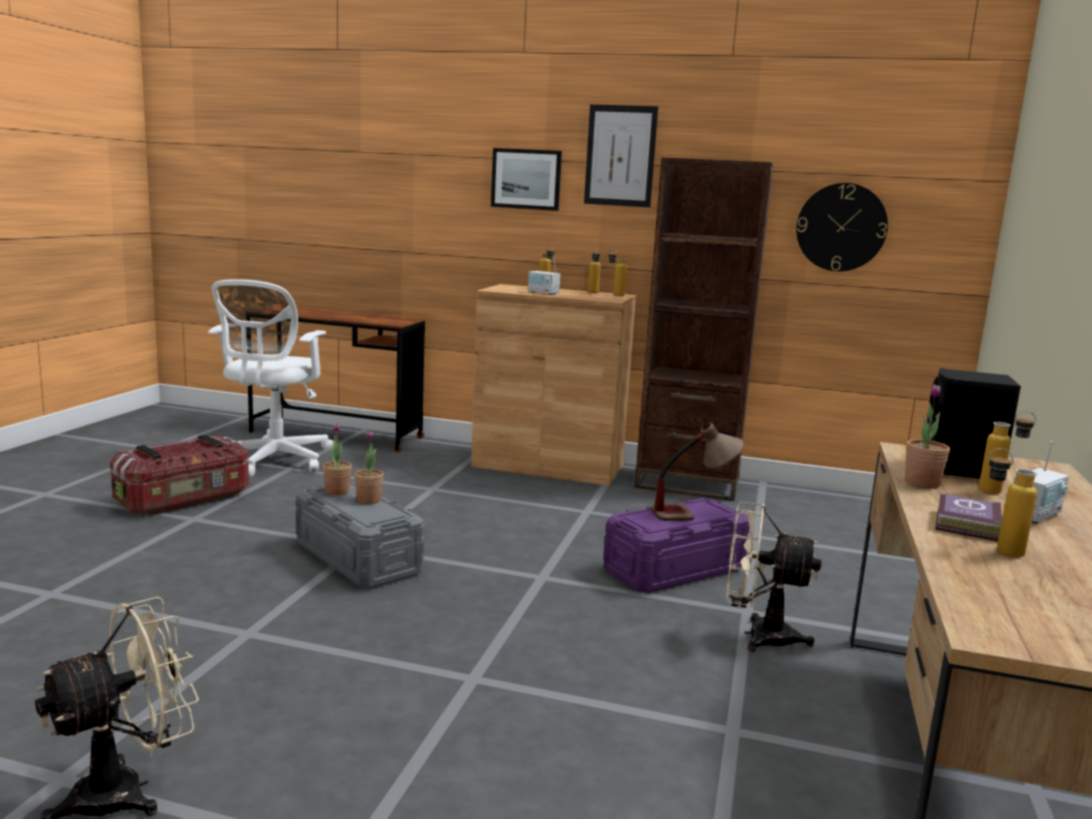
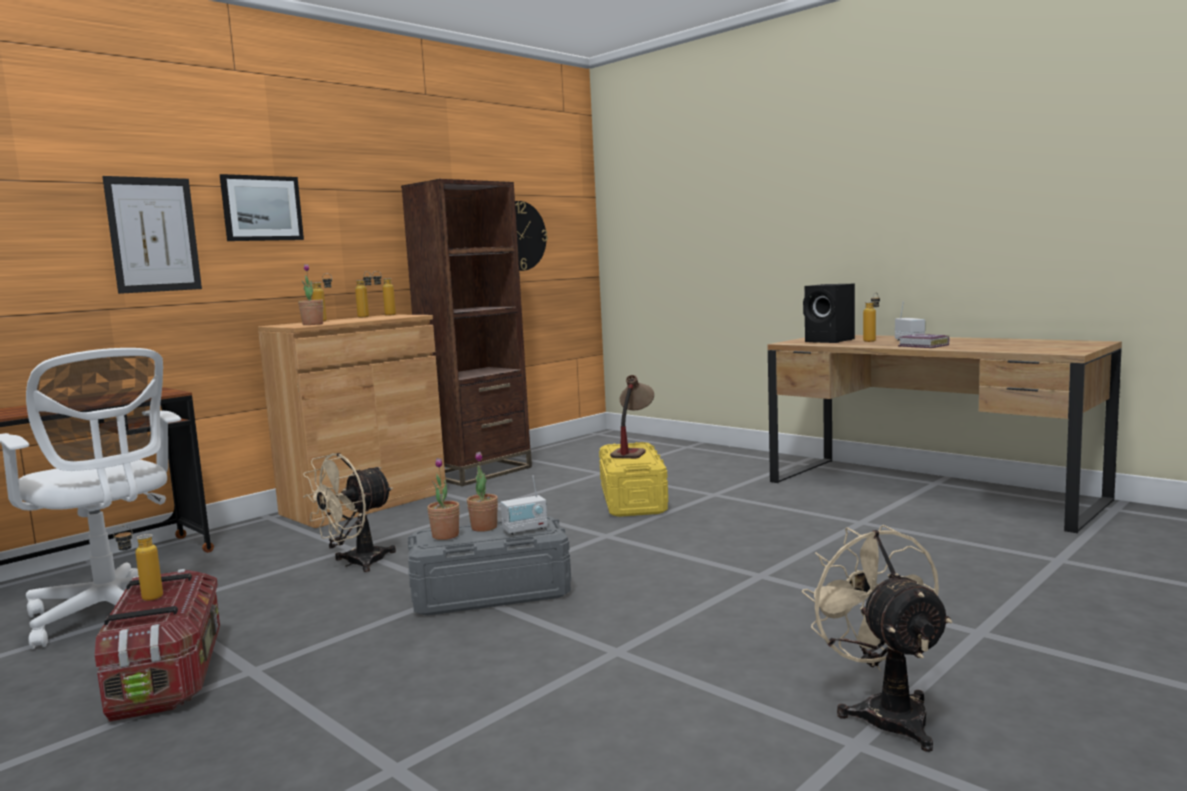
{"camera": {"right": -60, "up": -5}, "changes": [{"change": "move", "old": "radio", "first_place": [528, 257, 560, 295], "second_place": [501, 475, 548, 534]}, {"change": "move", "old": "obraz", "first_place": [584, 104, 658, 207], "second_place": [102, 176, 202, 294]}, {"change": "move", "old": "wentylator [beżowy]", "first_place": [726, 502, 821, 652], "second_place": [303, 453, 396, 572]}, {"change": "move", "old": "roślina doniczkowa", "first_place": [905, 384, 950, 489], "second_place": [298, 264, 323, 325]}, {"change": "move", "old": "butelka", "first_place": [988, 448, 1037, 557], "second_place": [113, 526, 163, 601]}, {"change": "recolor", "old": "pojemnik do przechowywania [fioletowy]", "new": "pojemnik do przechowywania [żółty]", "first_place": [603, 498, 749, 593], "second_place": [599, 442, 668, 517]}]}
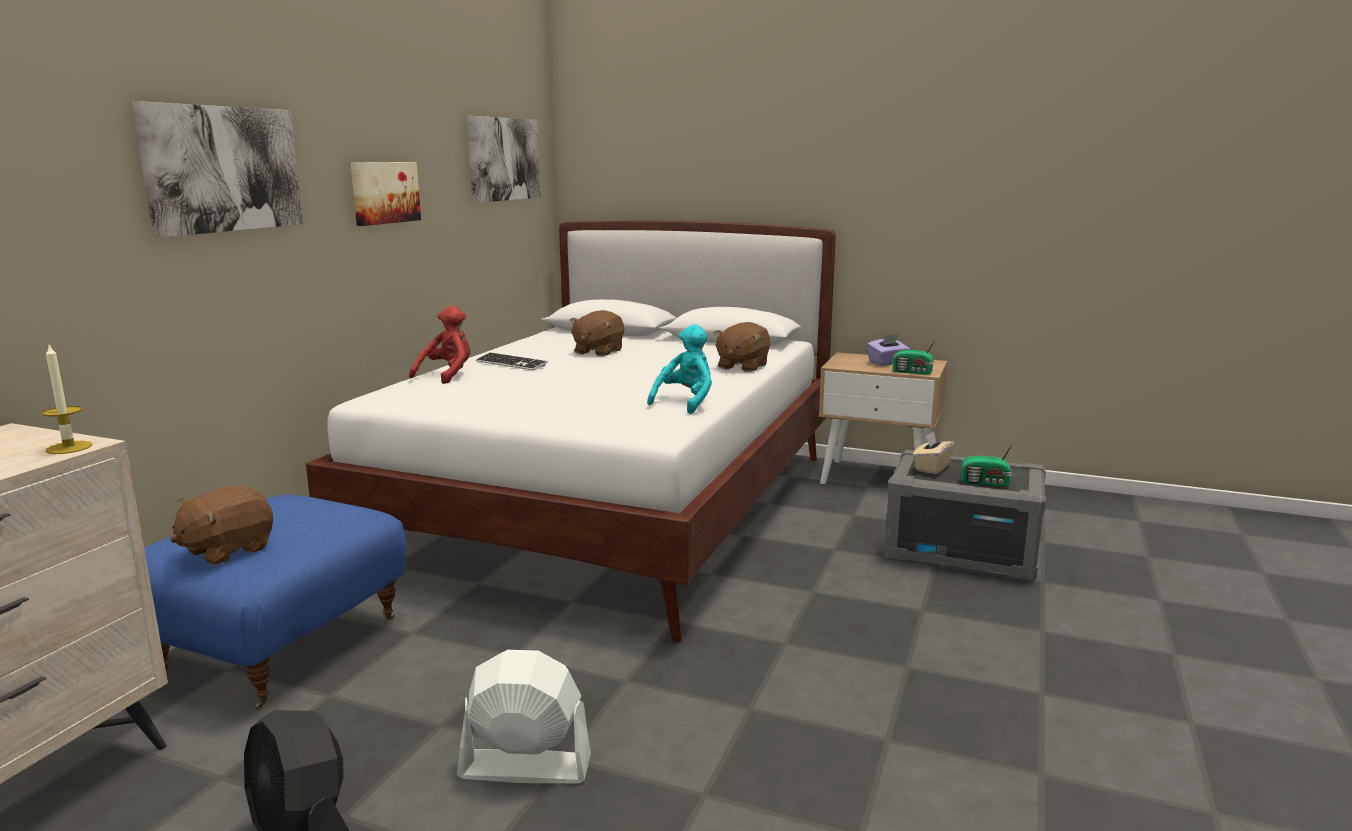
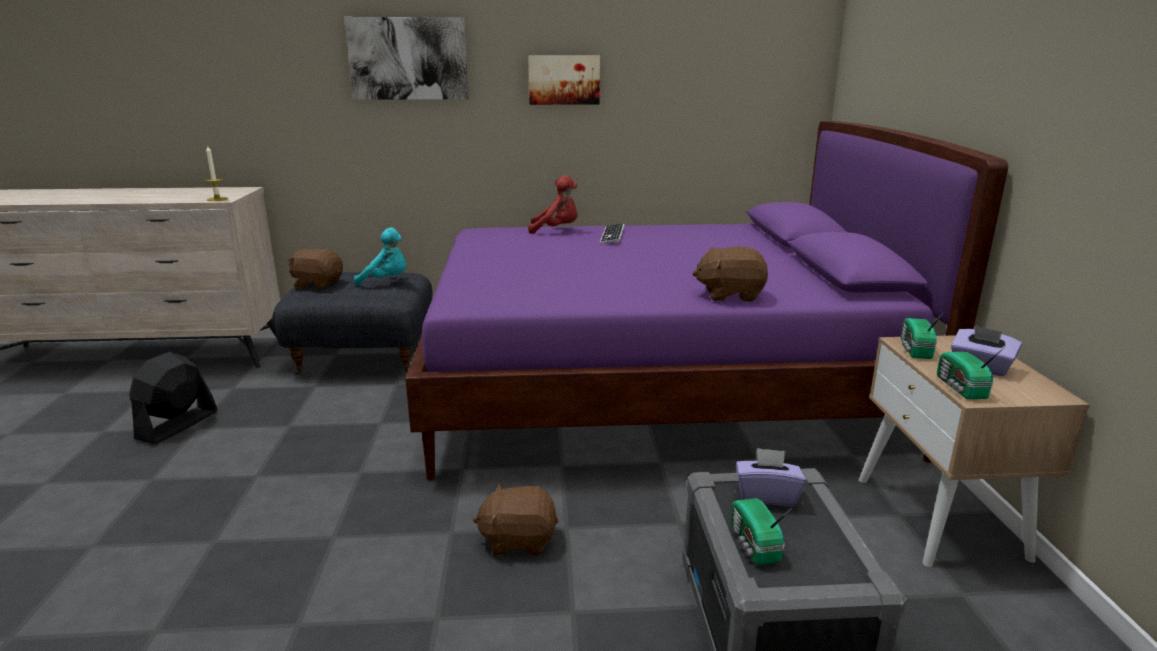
{"camera": {"right": 65, "up": 5}, "changes": [{"change": "delete", "old": "wentylator [biały]", "first_place": [457, 650, 591, 783]}, {"change": "delete", "old": "obraz", "first_place": [467, 116, 540, 203]}, {"change": "insert", "new": "radio", "second_place": [901, 312, 944, 359]}, {"change": "move", "old": "pluszak [brązowy]", "first_place": [570, 310, 624, 356], "second_place": [473, 483, 558, 556]}, {"change": "move", "old": "pluszak [turkusowy]", "first_place": [647, 324, 712, 414], "second_place": [354, 227, 406, 286]}, {"change": "recolor", "old": "pufa [niebieski]", "new": "pufa [szary]", "first_place": [144, 495, 406, 710], "second_place": [272, 272, 432, 375]}, {"change": "recolor", "old": "łóżko [biały]", "new": "łóżko [fioletowy]", "first_place": [306, 220, 836, 643], "second_place": [405, 121, 1008, 480]}, {"change": "recolor", "old": "pudełko chusteczek [beżowy]", "new": "pudełko chusteczek [fioletowy]", "first_place": [912, 431, 954, 474], "second_place": [736, 448, 806, 506]}]}
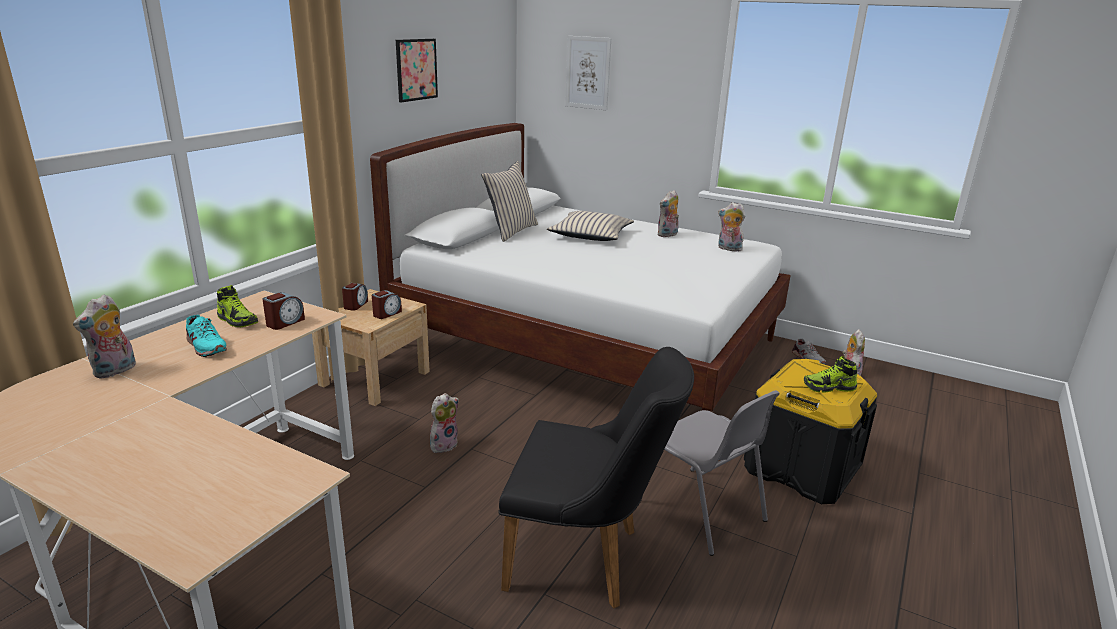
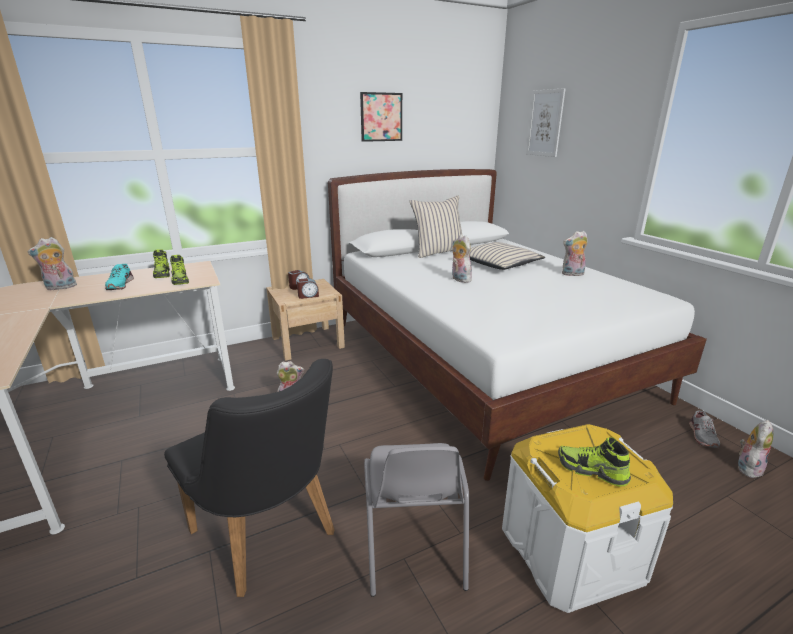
{"camera": {"right": 35, "up": 0}, "changes": [{"change": "move", "old": "pluszak", "first_place": [718, 202, 745, 252], "second_place": [452, 234, 472, 283]}, {"change": "replace", "old": "budzik", "new": "but", "first_place": [262, 292, 305, 330], "second_place": [170, 255, 189, 285]}, {"change": "recolor", "old": "pojemnik do przechowywania [czarny]", "new": "pojemnik do przechowywania [biały]", "first_place": [744, 359, 877, 504], "second_place": [502, 424, 673, 613]}]}
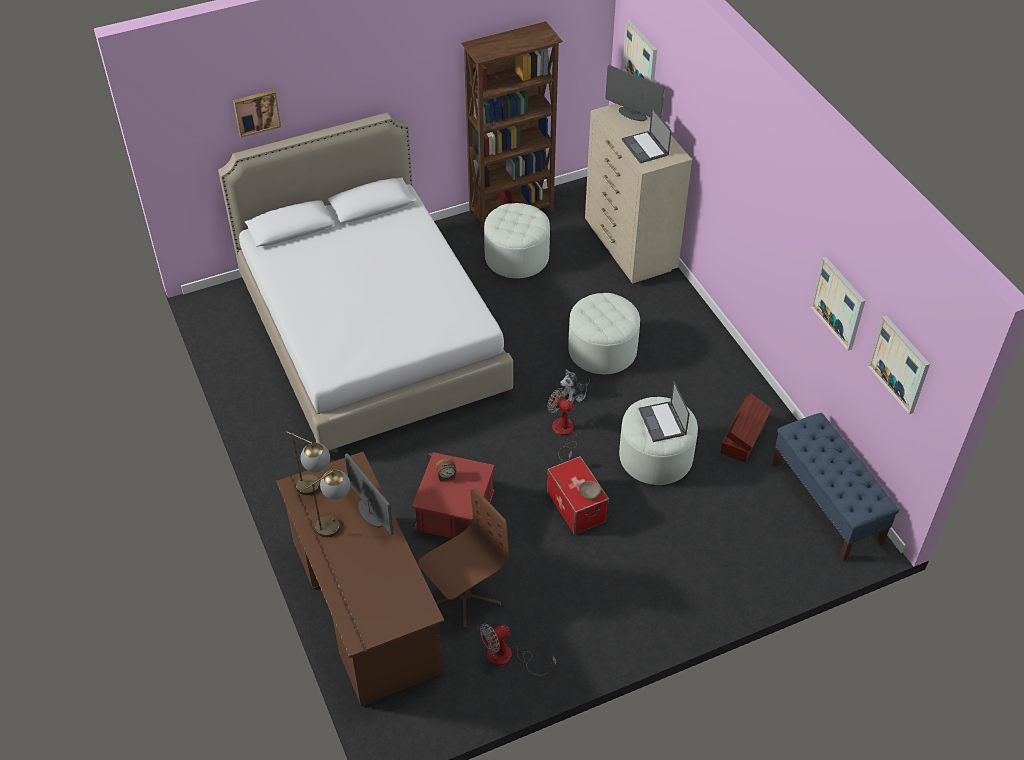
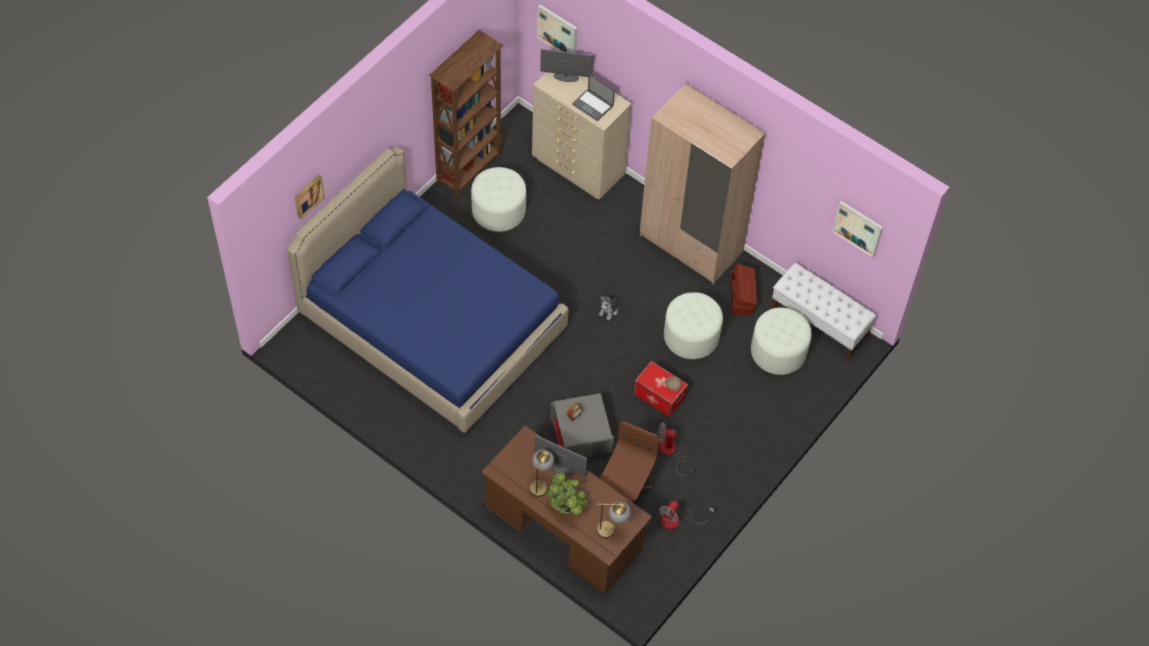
{"camera": {"right": -30, "up": 10}, "changes": [{"change": "delete", "old": "laptop", "first_place": [639, 381, 690, 442]}, {"change": "delete", "old": "obraz", "first_place": [810, 257, 865, 351]}, {"change": "insert", "new": "roślina doniczkowa", "second_place": [547, 472, 588, 515]}, {"change": "insert", "new": "szafa [beżowy]", "second_place": [640, 83, 765, 285]}, {"change": "move", "old": "lampa stołowa", "first_place": [286, 431, 330, 495], "second_place": [597, 501, 631, 538]}, {"change": "move", "old": "wentylator", "first_place": [547, 388, 577, 462], "second_place": [658, 422, 692, 477]}, {"change": "move", "old": "pufa [biały]", "first_place": [568, 293, 640, 374], "second_place": [751, 308, 812, 375]}, {"change": "recolor", "old": "łóżko [biały]", "new": "łóżko [niebieski]", "first_place": [218, 112, 513, 457], "second_place": [287, 147, 568, 435]}, {"change": "recolor", "old": "pojemnik do przechowywania [czerwony]", "new": "pojemnik do przechowywania [szary]", "first_place": [412, 452, 494, 538], "second_place": [550, 393, 614, 457]}, {"change": "recolor", "old": "ławka [niebieski]", "new": "ławka [biały]", "first_place": [772, 413, 899, 561], "second_place": [771, 263, 877, 361]}]}
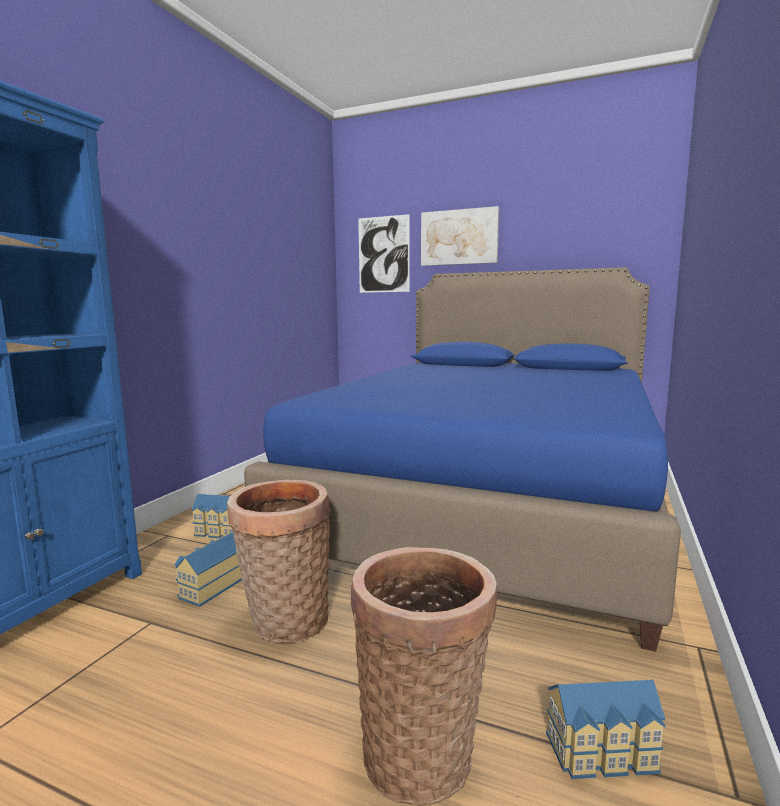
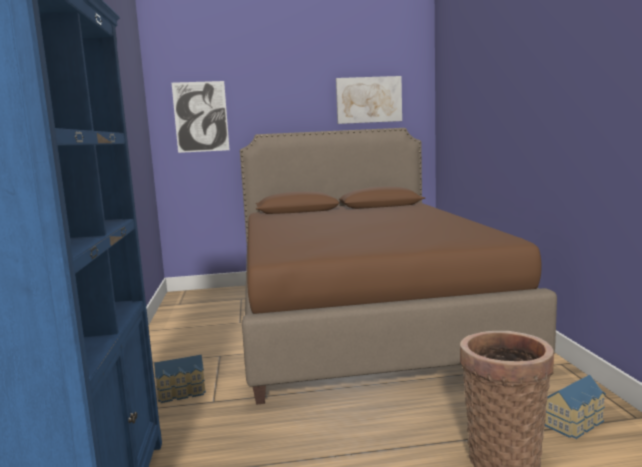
{"camera": {"right": -30, "up": 0}, "changes": [{"change": "delete", "old": "domek", "first_place": [174, 532, 242, 607]}, {"change": "delete", "old": "koszyk", "first_place": [227, 480, 330, 643]}, {"change": "move", "old": "obraz", "first_place": [421, 206, 499, 266], "second_place": [336, 76, 402, 124]}, {"change": "recolor", "old": "łóżko [niebieski]", "new": "łóżko [brązowy]", "first_place": [244, 267, 681, 652], "second_place": [240, 128, 557, 405]}]}
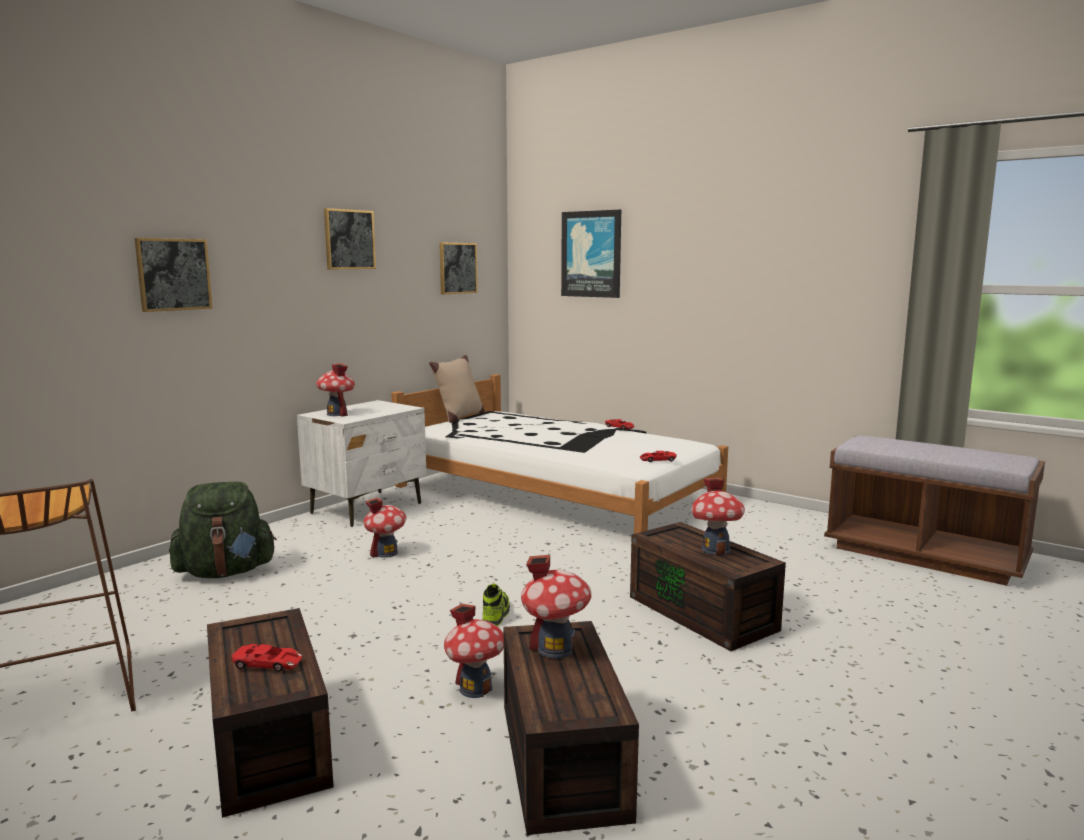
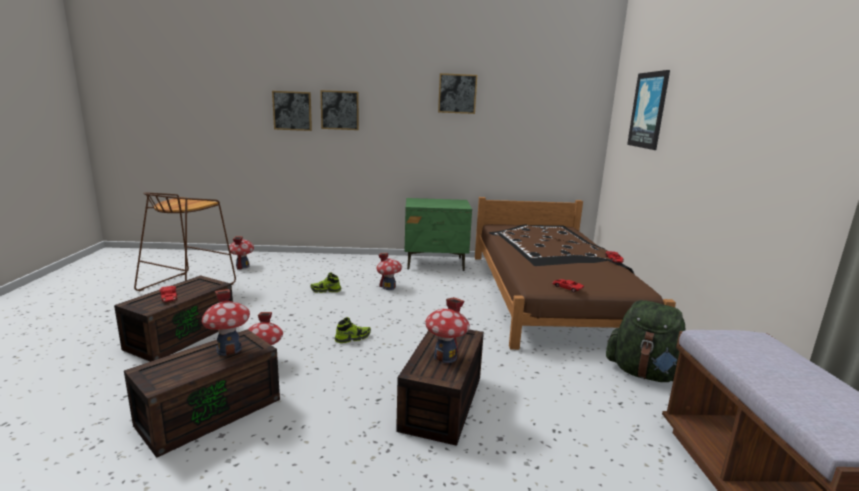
{"camera": {"right": 50, "up": 5}, "changes": [{"change": "delete", "old": "poduszka [beżowy]", "first_place": [429, 355, 485, 423]}, {"change": "insert", "new": "but", "second_place": [311, 273, 341, 293]}, {"change": "move", "old": "plecak [zielony]", "first_place": [169, 482, 277, 578], "second_place": [606, 300, 686, 382]}, {"change": "move", "old": "domek", "first_place": [316, 363, 355, 417], "second_place": [229, 236, 254, 270]}, {"change": "move", "old": "obraz", "first_place": [439, 242, 478, 294], "second_place": [272, 91, 312, 131]}, {"change": "recolor", "old": "szafka nocna [biały]", "new": "szafka nocna [zielony]", "first_place": [297, 400, 427, 527], "second_place": [404, 198, 472, 271]}, {"change": "recolor", "old": "łóżko [biały]", "new": "łóżko [brązowy]", "first_place": [391, 374, 728, 534], "second_place": [475, 197, 676, 350]}]}
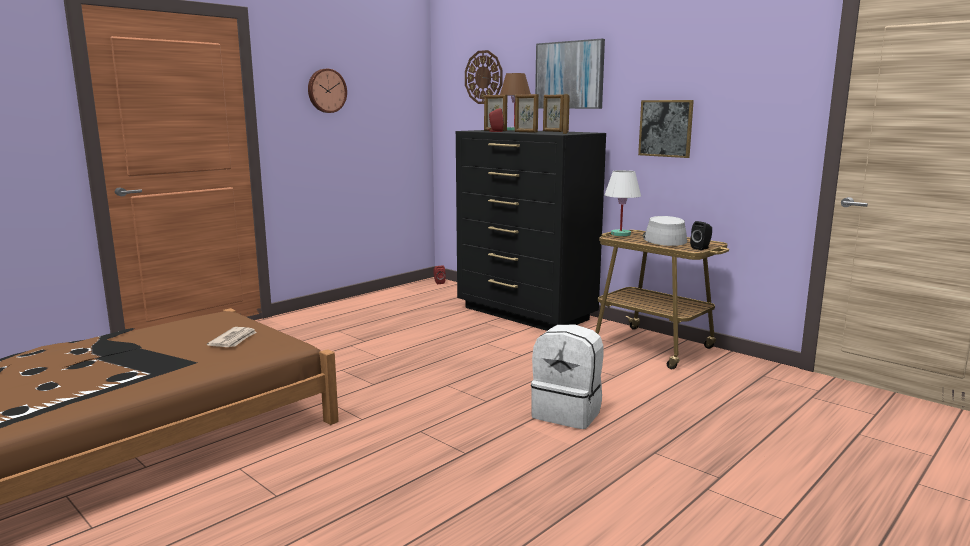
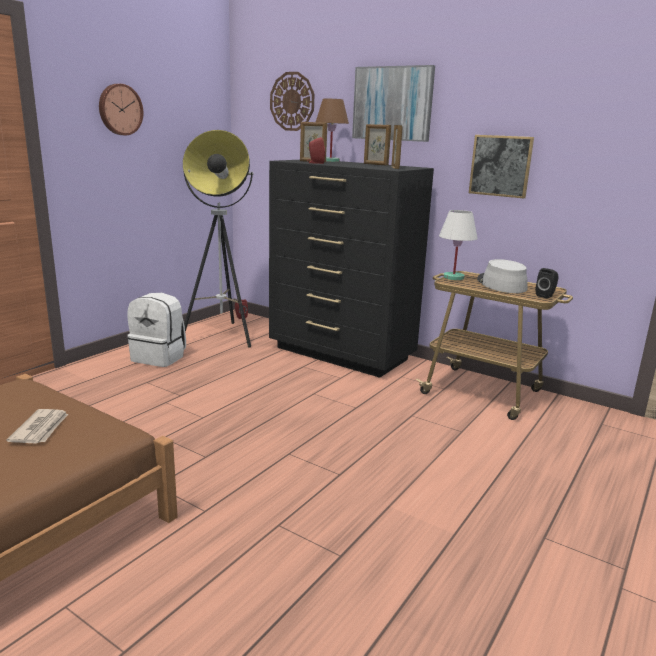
{"camera": {"right": -10, "up": 5}, "changes": [{"change": "delete", "old": "ramka na zdjęcie", "first_place": [515, 94, 539, 133]}, {"change": "insert", "new": "lampa stojąca", "second_place": [183, 130, 254, 348]}, {"change": "move", "old": "plecak [biały]", "first_place": [531, 325, 603, 429], "second_place": [127, 293, 186, 367]}]}
